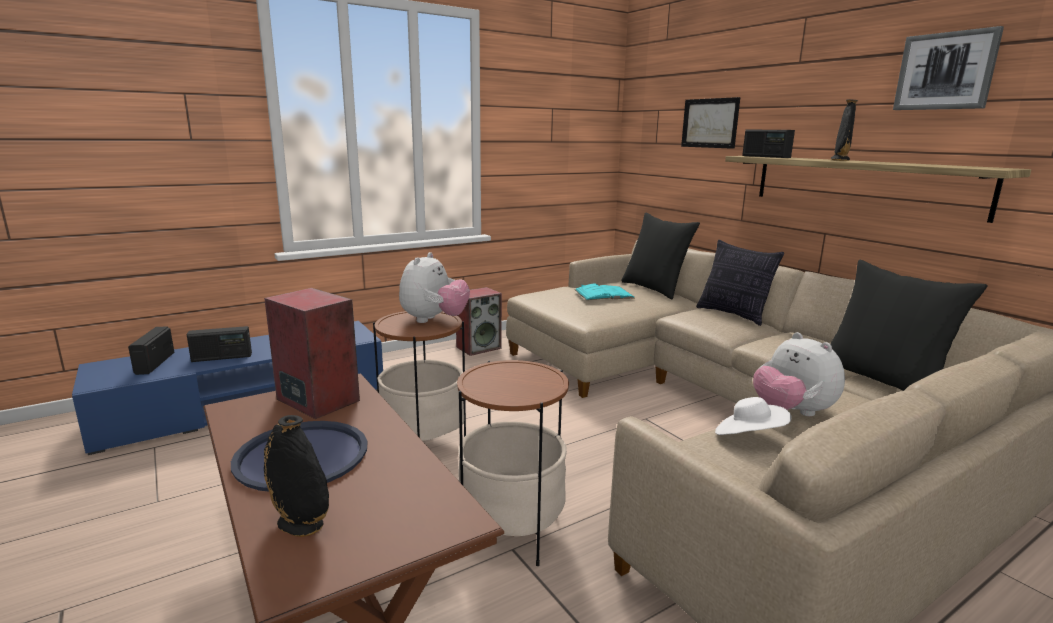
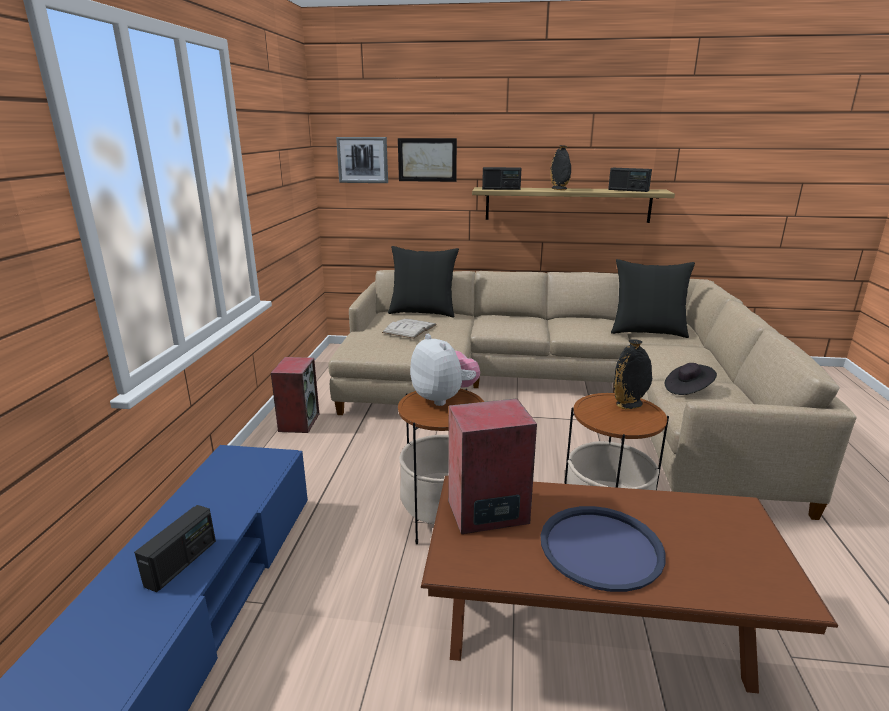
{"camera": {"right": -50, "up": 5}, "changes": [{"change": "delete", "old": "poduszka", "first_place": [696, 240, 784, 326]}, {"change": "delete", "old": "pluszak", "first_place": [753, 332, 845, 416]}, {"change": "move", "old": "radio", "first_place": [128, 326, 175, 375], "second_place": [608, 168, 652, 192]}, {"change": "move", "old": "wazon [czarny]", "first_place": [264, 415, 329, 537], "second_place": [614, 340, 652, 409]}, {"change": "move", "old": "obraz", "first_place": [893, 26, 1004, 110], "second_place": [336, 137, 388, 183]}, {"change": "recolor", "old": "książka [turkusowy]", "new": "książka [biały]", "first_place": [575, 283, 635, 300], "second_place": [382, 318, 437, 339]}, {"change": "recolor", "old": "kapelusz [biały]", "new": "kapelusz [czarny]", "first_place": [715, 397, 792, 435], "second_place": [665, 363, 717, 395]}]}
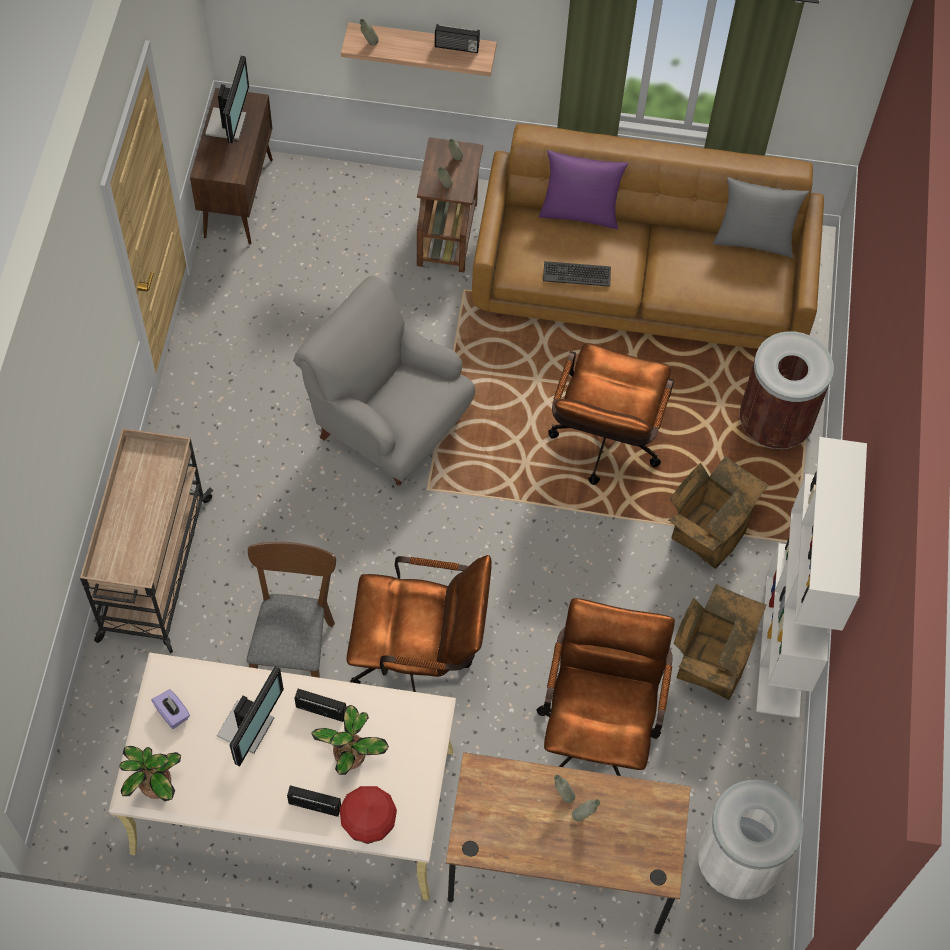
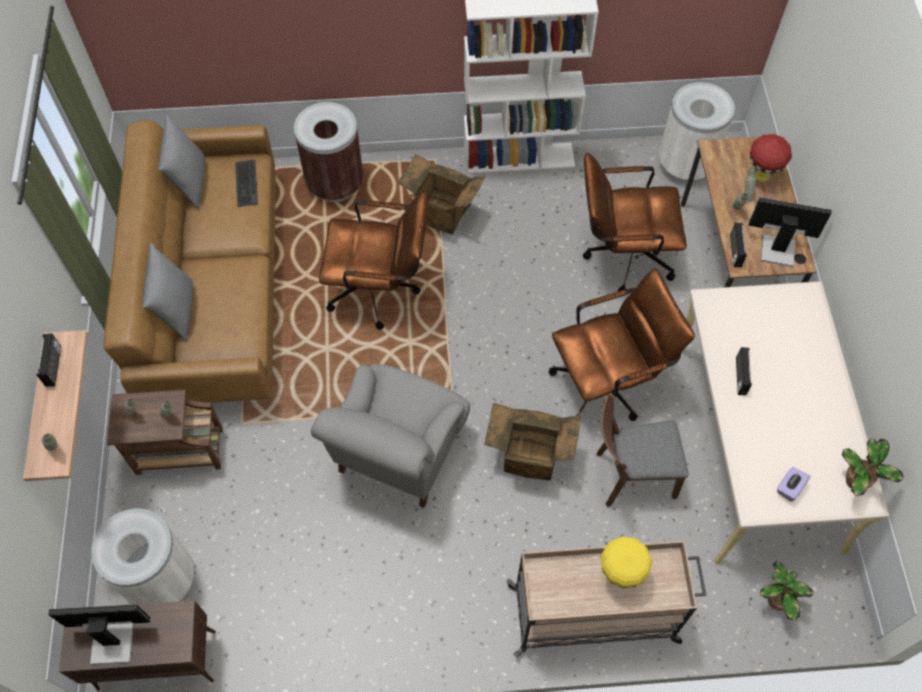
{"camera": {"right": -100, "up": 0}, "changes": [{"change": "insert", "new": "kosz na śmieci [biały]", "second_place": [91, 509, 194, 605]}, {"change": "insert", "new": "lampa stołowa [żółty]", "second_place": [601, 536, 652, 588]}, {"change": "move", "old": "monitor", "first_place": [217, 666, 284, 767], "second_place": [749, 197, 832, 267]}, {"change": "move", "old": "radio", "first_place": [287, 785, 341, 817], "second_place": [730, 223, 747, 267]}, {"change": "move", "old": "roślina doniczkowa", "first_place": [311, 705, 389, 775], "second_place": [760, 561, 814, 621]}, {"change": "move", "old": "lampa stołowa [czerwony]", "first_place": [339, 786, 397, 844], "second_place": [750, 134, 792, 182]}, {"change": "move", "old": "klawiatura", "first_place": [543, 261, 611, 287], "second_place": [235, 159, 258, 207]}, {"change": "move", "old": "karton", "first_place": [673, 584, 767, 700], "second_place": [484, 403, 581, 481]}, {"change": "recolor", "old": "poduszka [fioletowy]", "new": "poduszka [szary]", "first_place": [539, 150, 628, 230], "second_place": [142, 243, 193, 341]}, {"change": "rotate", "old": "krzesło biurowe [brązowy]", "first_place": [347, 555, 492, 692], "second_place": [549, 268, 695, 421], "degrees": 75}]}
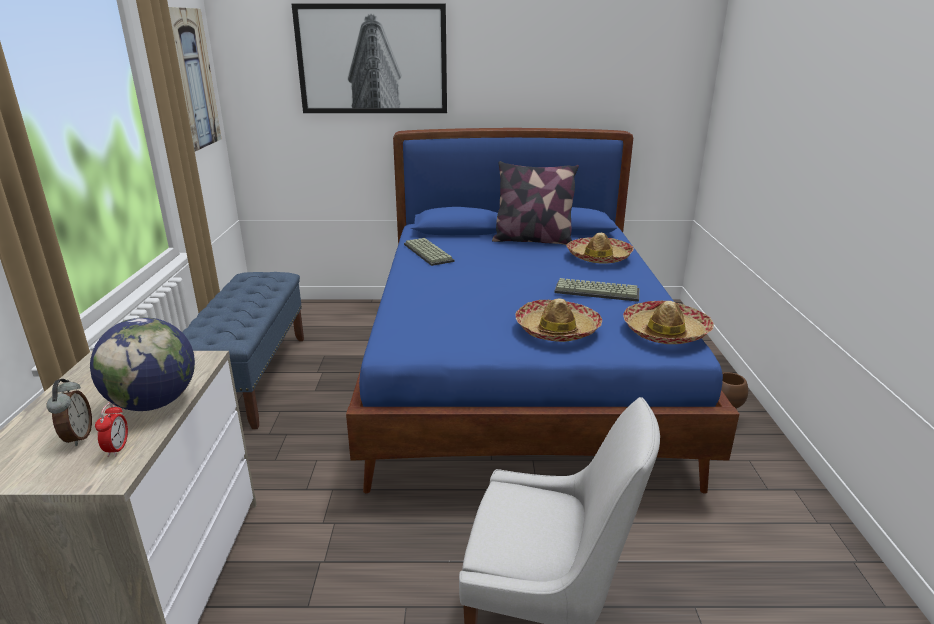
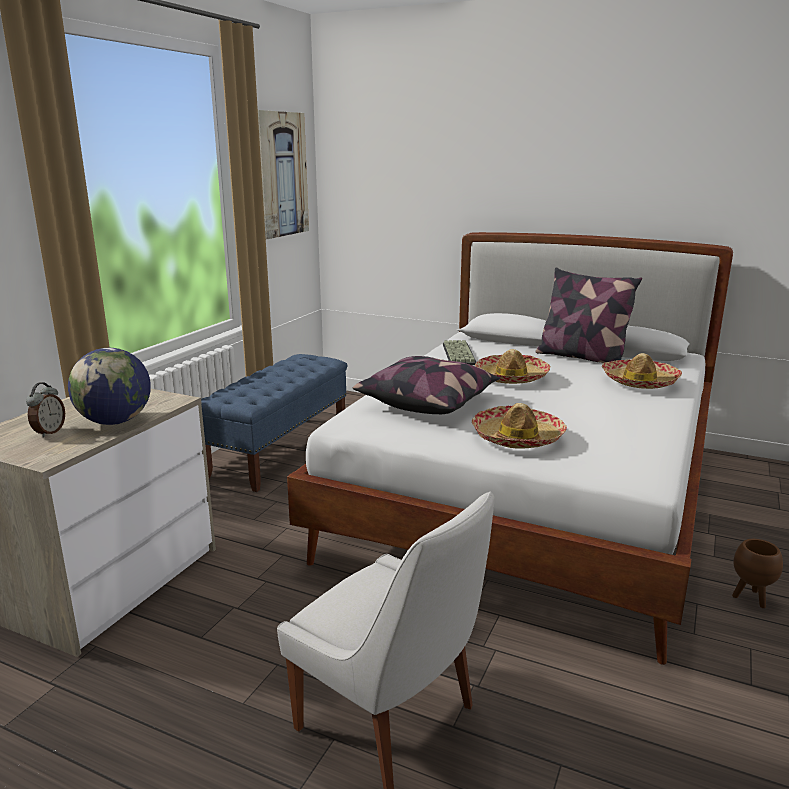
{"camera": {"right": 25, "up": -5}, "changes": [{"change": "delete", "old": "budzik", "first_place": [95, 403, 128, 457]}, {"change": "delete", "old": "obraz", "first_place": [291, 3, 447, 113]}, {"change": "delete", "old": "klawiatura", "first_place": [554, 278, 640, 302]}, {"change": "insert", "new": "poduszka", "second_place": [353, 356, 501, 414]}, {"change": "move", "old": "kapelusz", "first_place": [623, 300, 714, 344], "second_place": [475, 349, 551, 384]}, {"change": "recolor", "old": "łóżko [niebieski]", "new": "łóżko [biały]", "first_place": [346, 128, 739, 493], "second_place": [287, 232, 733, 665]}]}
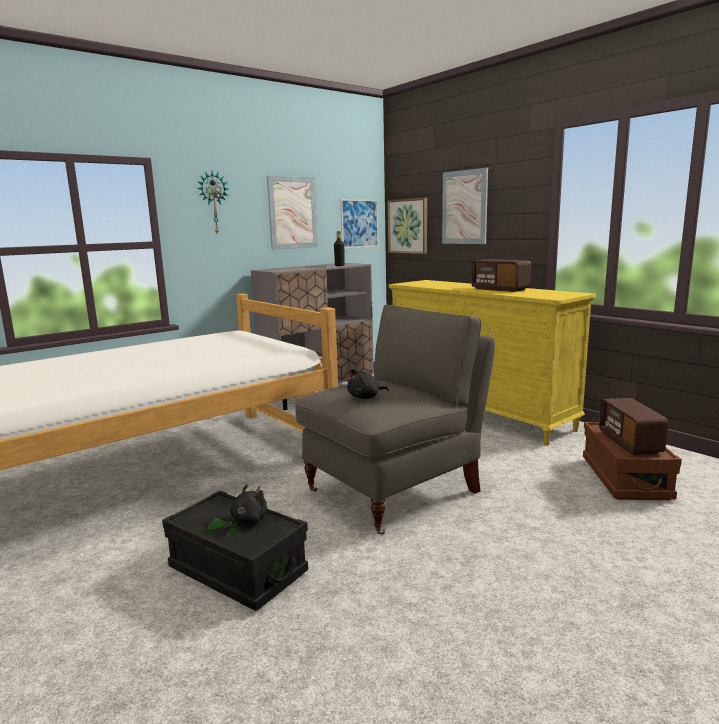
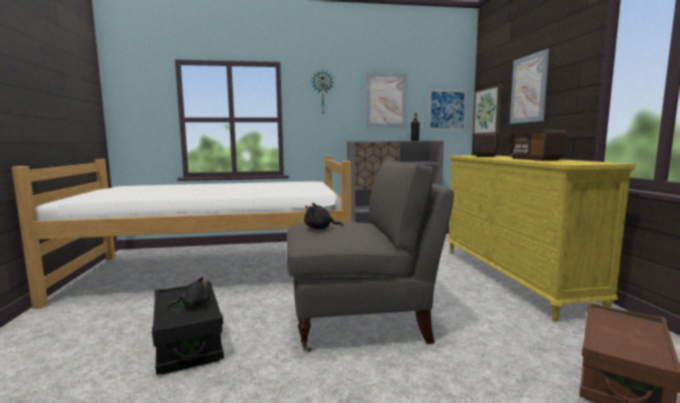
{"camera": {"right": 30, "up": -5}, "changes": [{"change": "move", "old": "radio", "first_place": [599, 398, 668, 455], "second_place": [474, 133, 500, 157]}]}
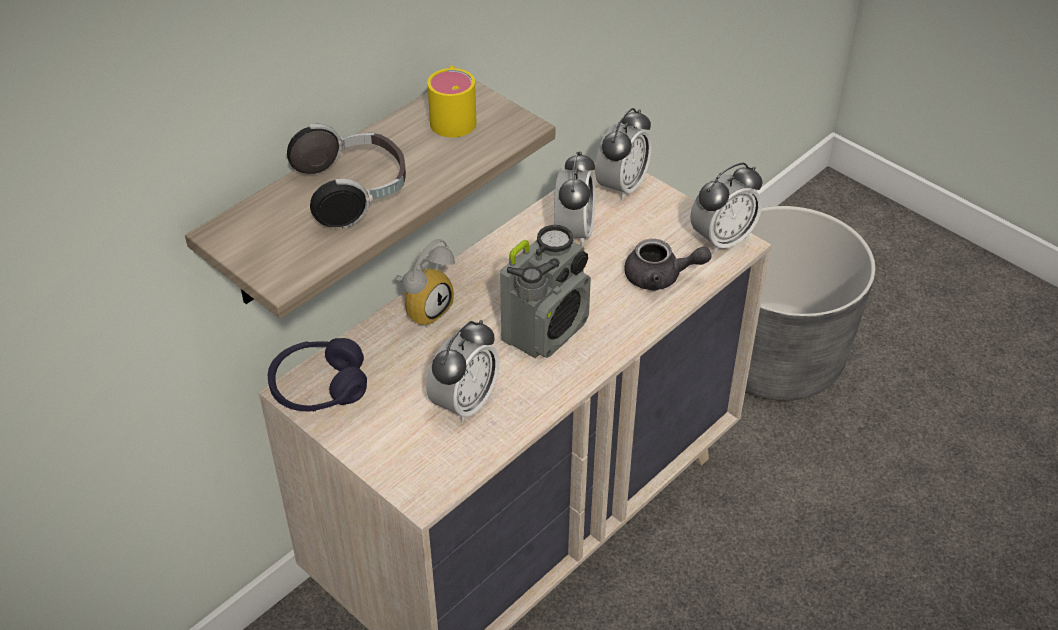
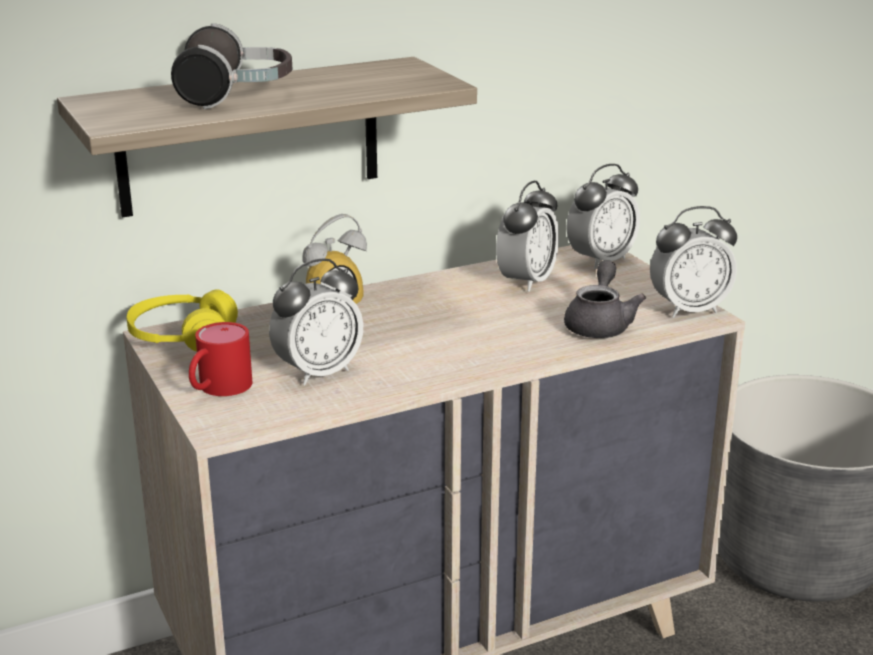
{"camera": {"right": 20, "up": -20}, "changes": [{"change": "delete", "old": "kubek [żółty]", "first_place": [427, 66, 477, 137]}, {"change": "delete", "old": "radio", "first_place": [500, 225, 591, 358]}, {"change": "insert", "new": "kubek [czerwony]", "second_place": [189, 322, 252, 396]}, {"change": "recolor", "old": "słuchawki [fioletowy]", "new": "słuchawki [żółty]", "first_place": [268, 338, 367, 412], "second_place": [127, 289, 238, 351]}, {"change": "rotate", "old": "imbryk [szary]", "first_place": [624, 239, 712, 291], "second_place": [564, 260, 646, 338], "degrees": -105}]}
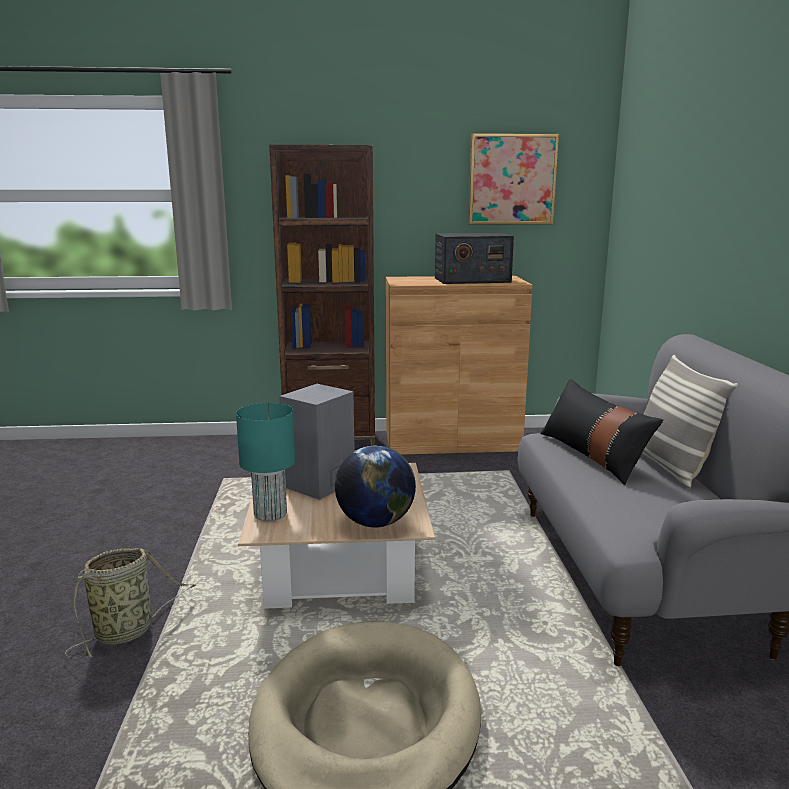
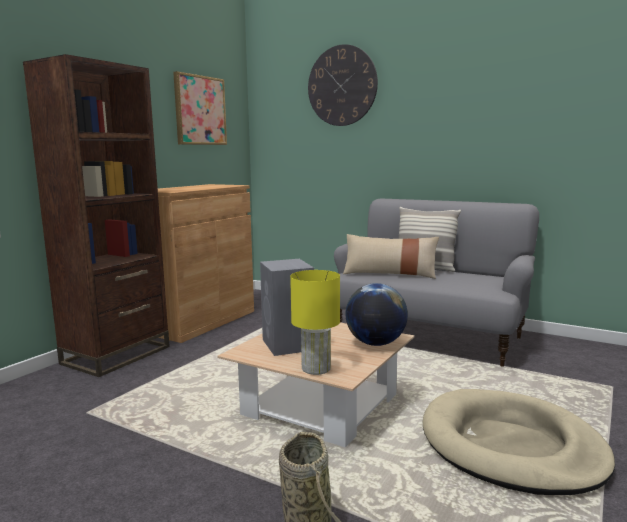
{"camera": {"right": -55, "up": -5}, "changes": [{"change": "delete", "old": "radio", "first_place": [435, 233, 514, 284]}, {"change": "insert", "new": "zegar ścienny", "second_place": [308, 44, 378, 126]}, {"change": "recolor", "old": "lampa stołowa [turkusowy]", "new": "lampa stołowa [żółty]", "first_place": [236, 403, 295, 521], "second_place": [290, 270, 340, 375]}, {"change": "recolor", "old": "poduszka [czarny]", "new": "poduszka [beżowy]", "first_place": [541, 379, 663, 485], "second_place": [343, 234, 439, 279]}]}
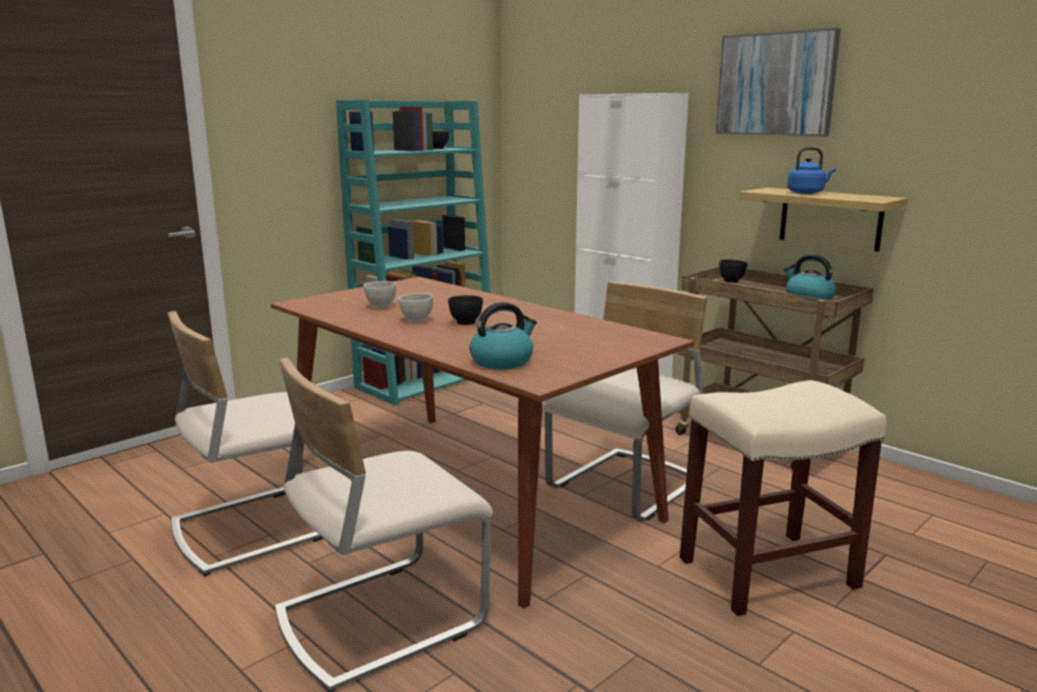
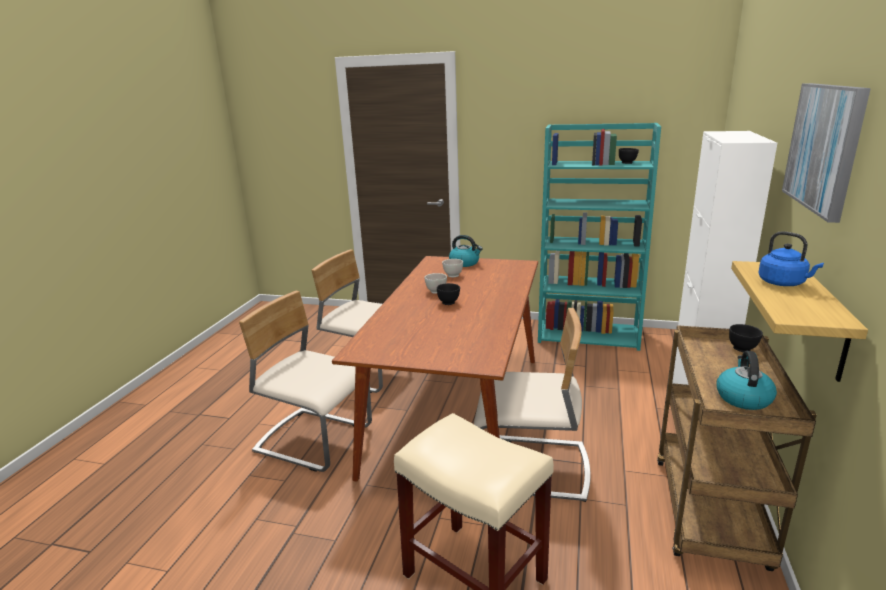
{"camera": {"right": 60, "up": 5}, "changes": [{"change": "move", "old": "czajnik", "first_place": [469, 302, 537, 369], "second_place": [449, 235, 483, 267]}]}
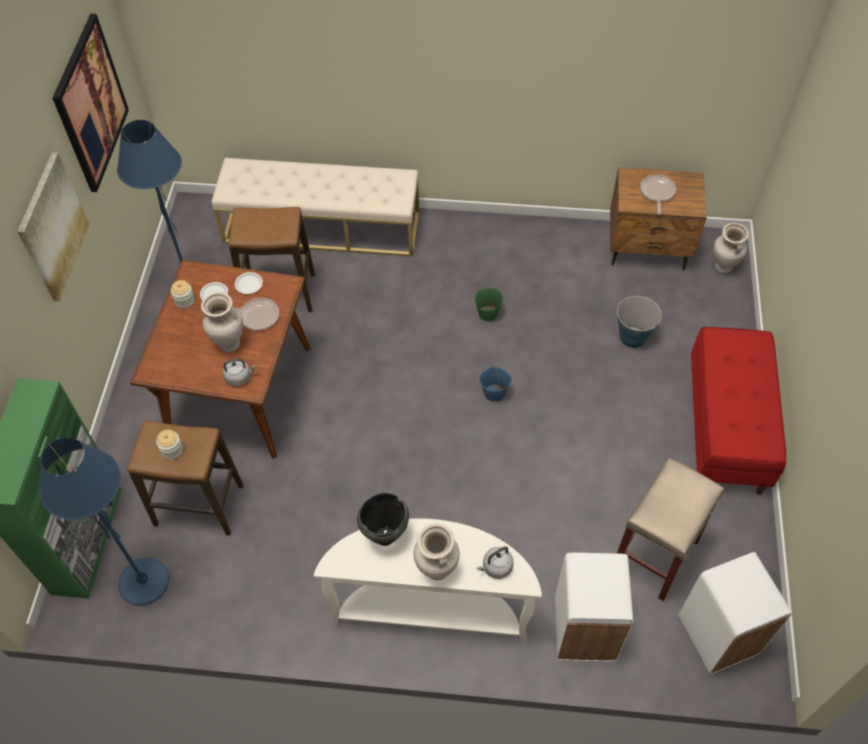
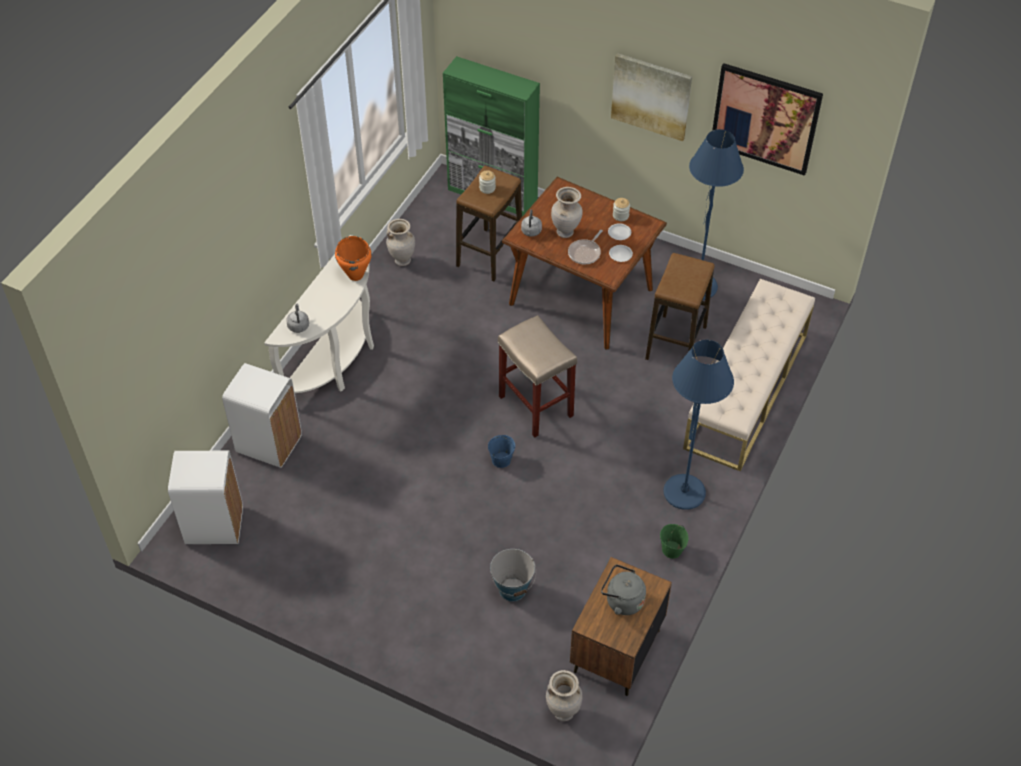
{"camera": {"right": 110, "up": -5}, "changes": [{"change": "delete", "old": "ławka [czerwony]", "first_place": [691, 327, 786, 495]}, {"change": "move", "old": "lampa stojąca [niebieski]", "first_place": [40, 437, 169, 606], "second_place": [663, 340, 734, 510]}, {"change": "move", "old": "wazon [beżowy]", "first_place": [414, 524, 460, 580], "second_place": [386, 219, 415, 266]}, {"change": "move", "old": "wiadro [zielony]", "first_place": [474, 288, 503, 322], "second_place": [660, 524, 689, 559]}, {"change": "move", "old": "stołek [beżowy]", "first_place": [617, 458, 724, 601], "second_place": [498, 315, 577, 438]}, {"change": "replace", "old": "patelnia", "new": "czajnik [szary]", "first_place": [640, 174, 676, 215], "second_place": [601, 564, 646, 615]}, {"change": "recolor", "old": "garnek [czarny]", "new": "garnek [pomarańczowy]", "first_place": [357, 493, 409, 546], "second_place": [335, 236, 371, 281]}]}
